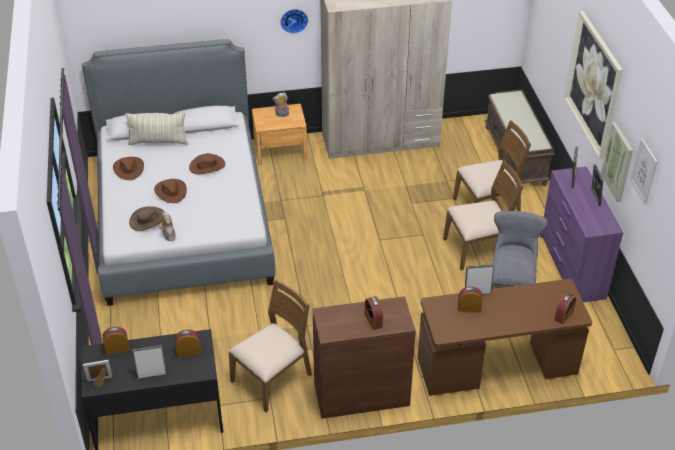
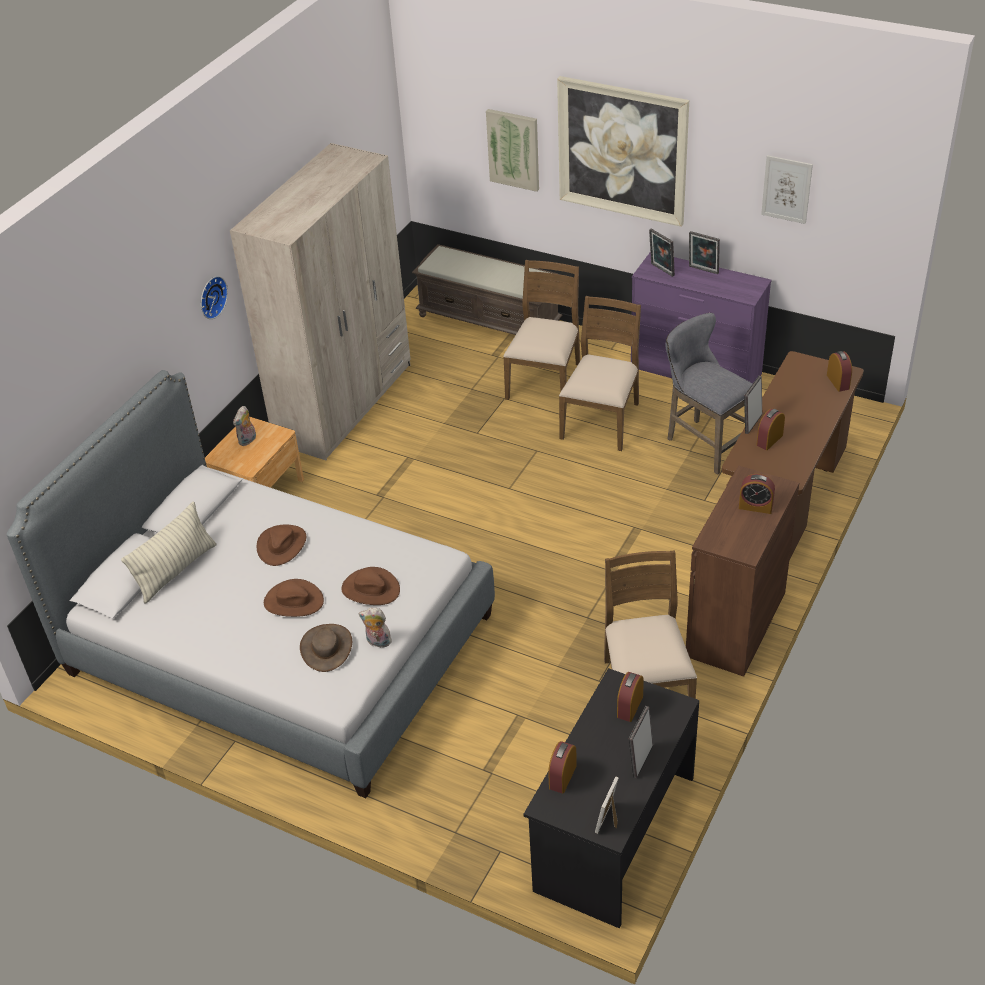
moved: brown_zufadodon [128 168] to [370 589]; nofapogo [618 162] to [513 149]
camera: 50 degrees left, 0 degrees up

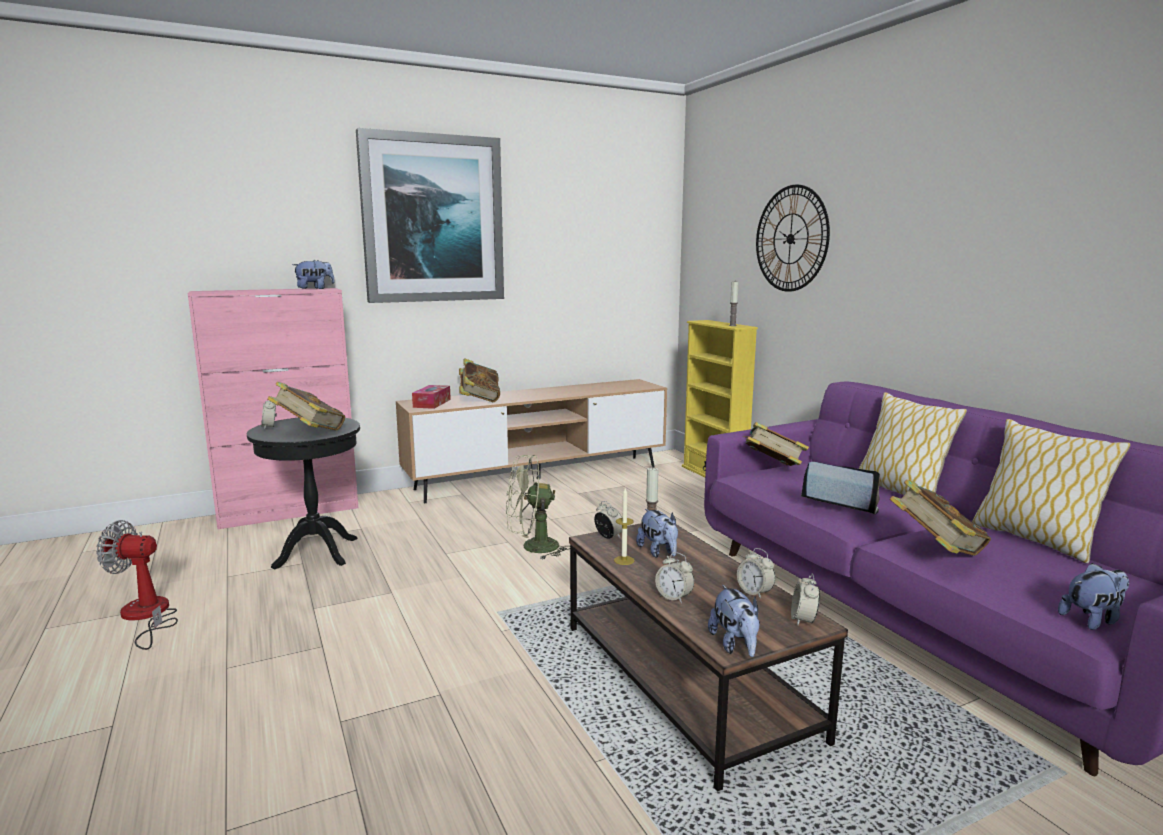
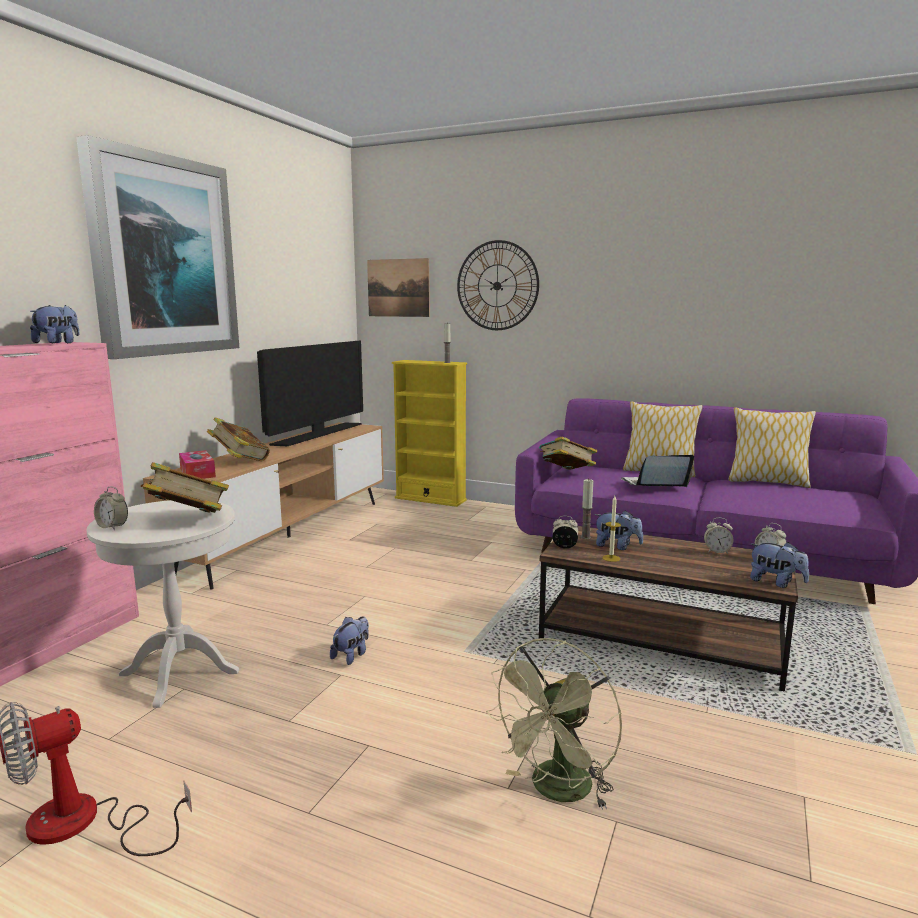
removed: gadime [674 597]; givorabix [935 550]
added: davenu [318 434]; nofapogo [398 288]
moved: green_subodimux [532 548] to [557 792]; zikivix [1093 619] to [352 655]
recoloured: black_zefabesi [316 552] to white_zefabesi [179 673]
camera: 40 degrees left, 0 degrees up

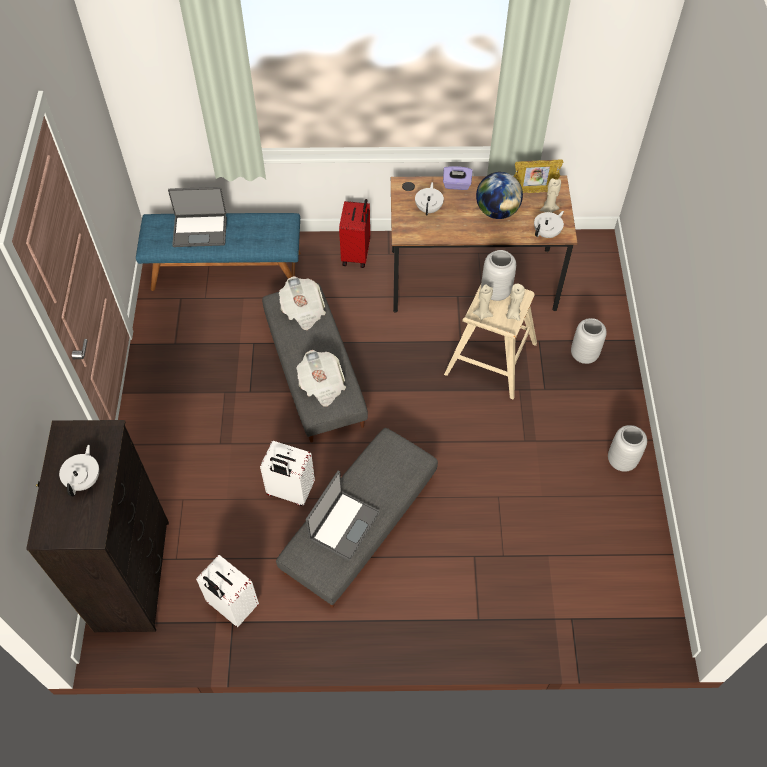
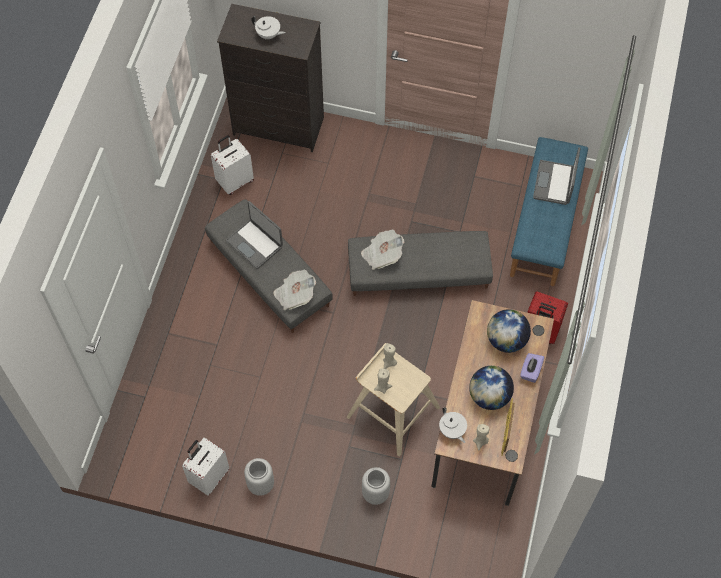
removed: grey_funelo [495 292]
moved: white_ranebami [290 491] to [209 476]; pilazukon [303 311] to [294 295]
replaced: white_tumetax [429 208] to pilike [506 340]
camera: 105 degrees right, 5 degrees up

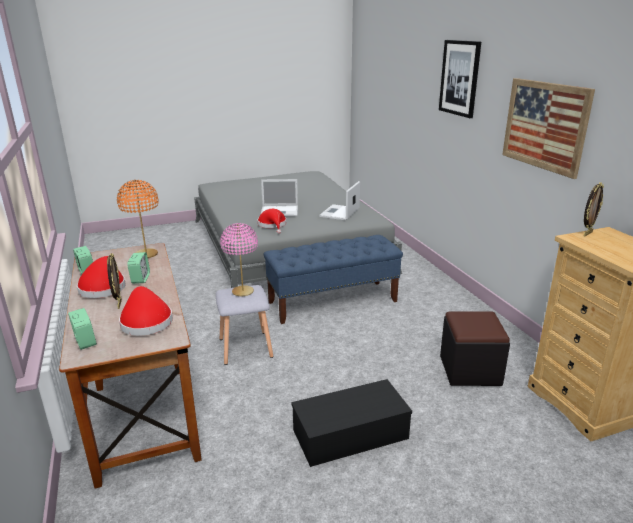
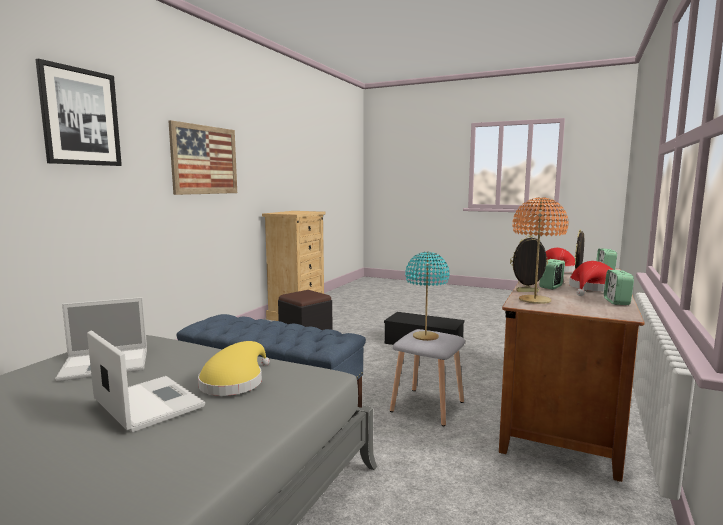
moved: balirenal [587 233] to [527 292]
recoloured: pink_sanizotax [243 292] to turquoise_sanizotax [425 337]; red_zufadodon [273 225] to yellow_zufadodon [234 382]
camera: 135 degrees left, 15 degrees down

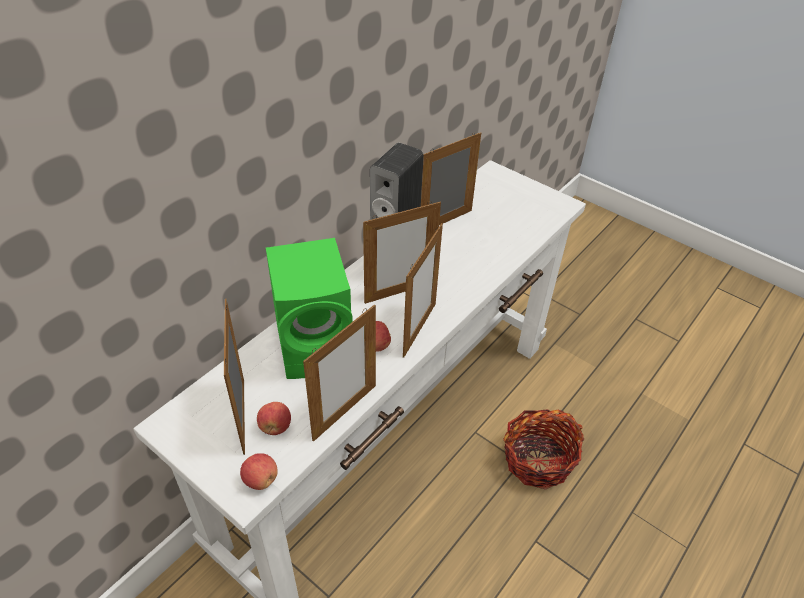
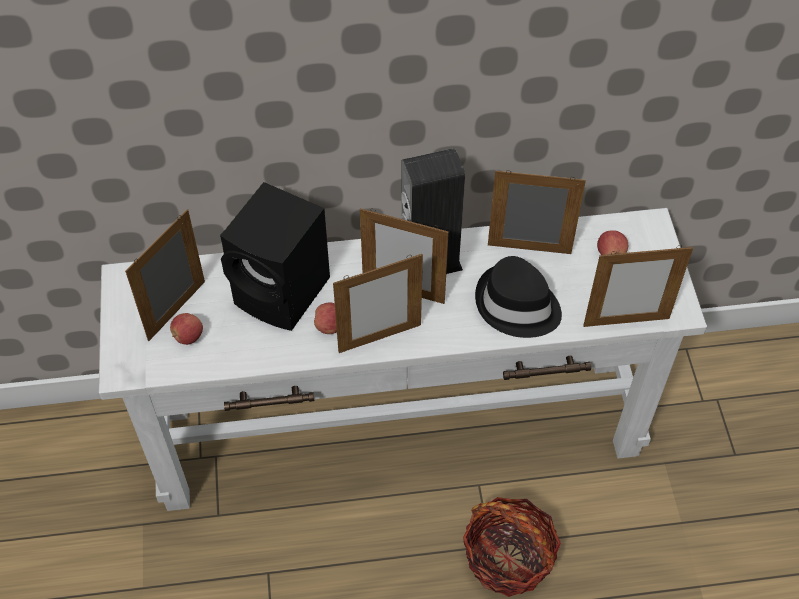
added: black_zufadodon [517 305]
moved: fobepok [260 479] to [610 253]; balirenal [345 412] to [626 322]
recoloured: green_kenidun [317 347] to black_kenidun [284 293]
camera: 45 degrees right, 10 degrees up

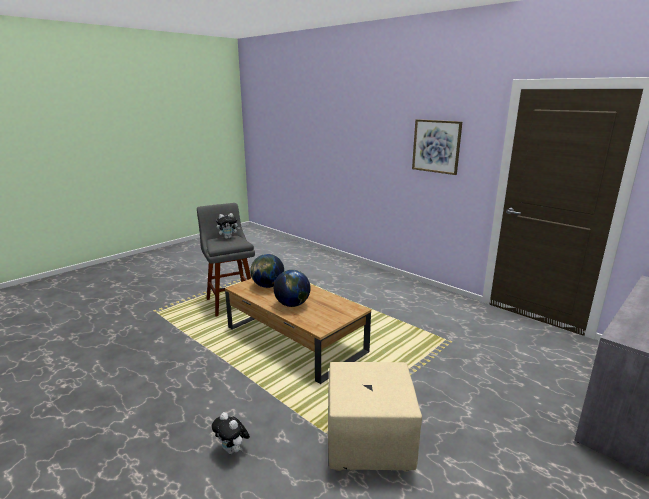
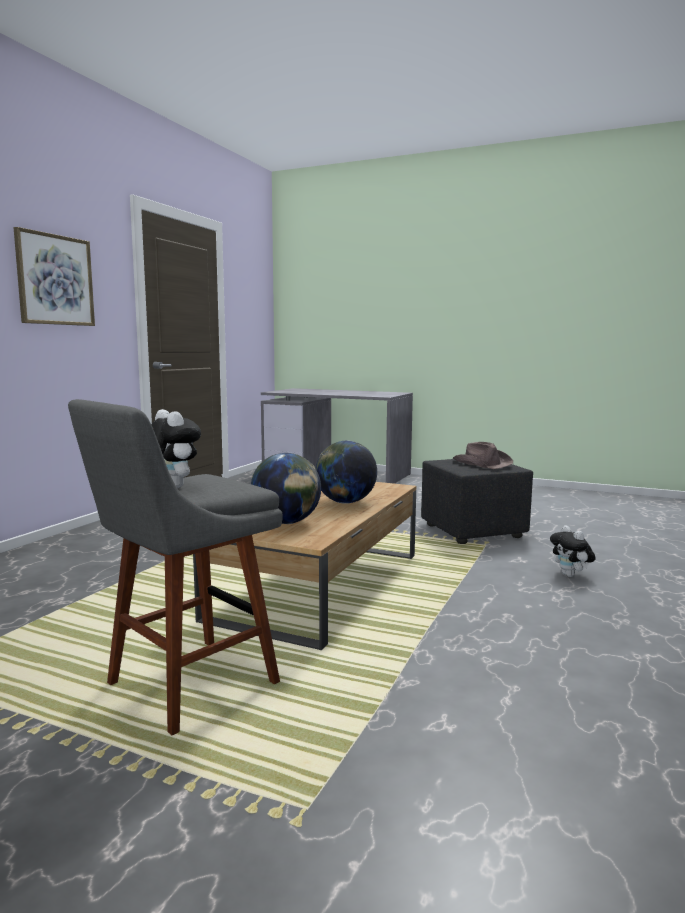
added: brown_zufadodon [482 463]
recoloured: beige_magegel [370 442] to black_magegel [471 531]
turned: zikivix [232 450] = [570 575] 135 degrees clockwise
camera: 110 degrees left, 10 degrees down

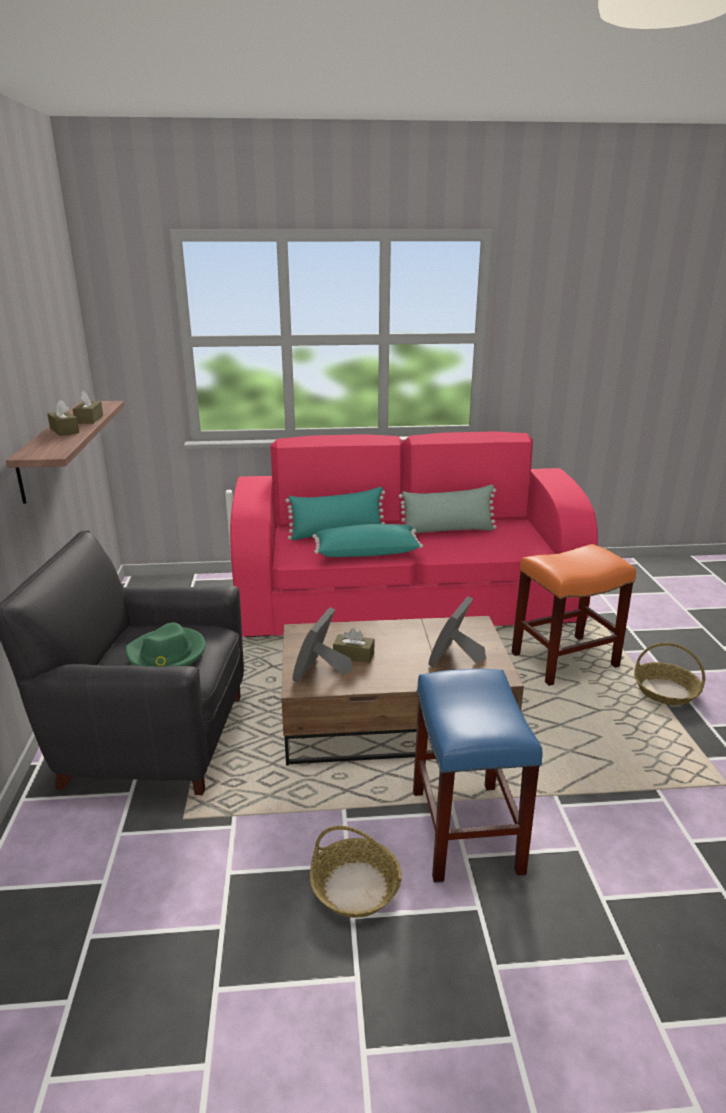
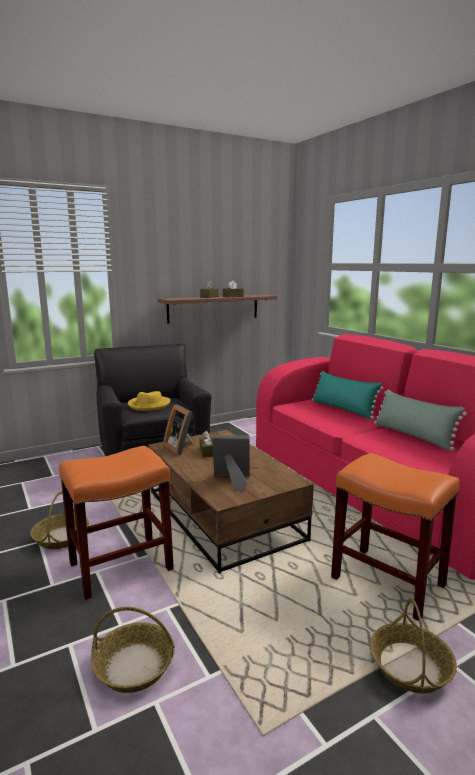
removed: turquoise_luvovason [366 552]
added: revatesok [134 666]
recoloured: green_zufadodon [166 654] to yellow_zufadodon [148 405]; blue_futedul [464 829] to orange_futedul [121 566]
turned: balirenal [321 672] = [181 447] 120 degrees counterclockwise
camera: 65 degrees right, 10 degrees down

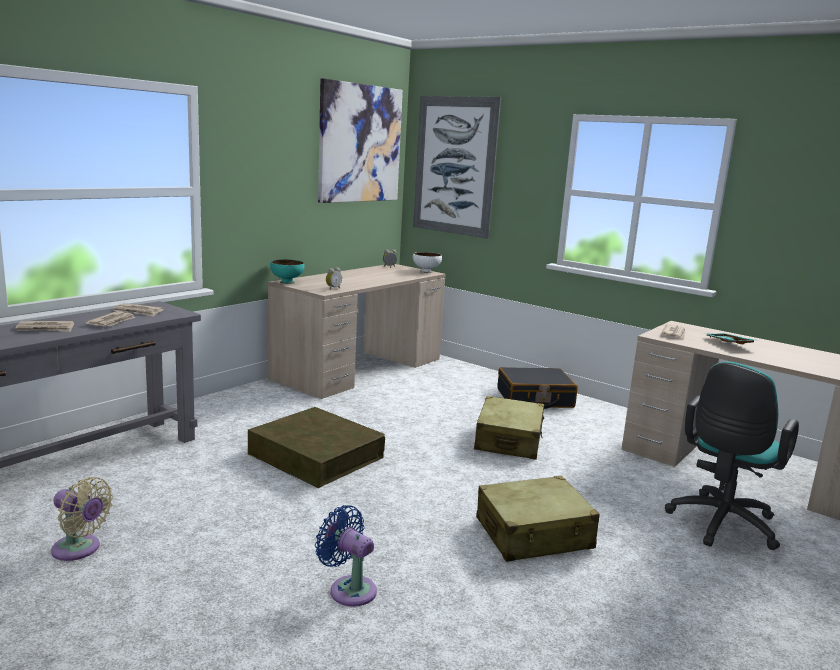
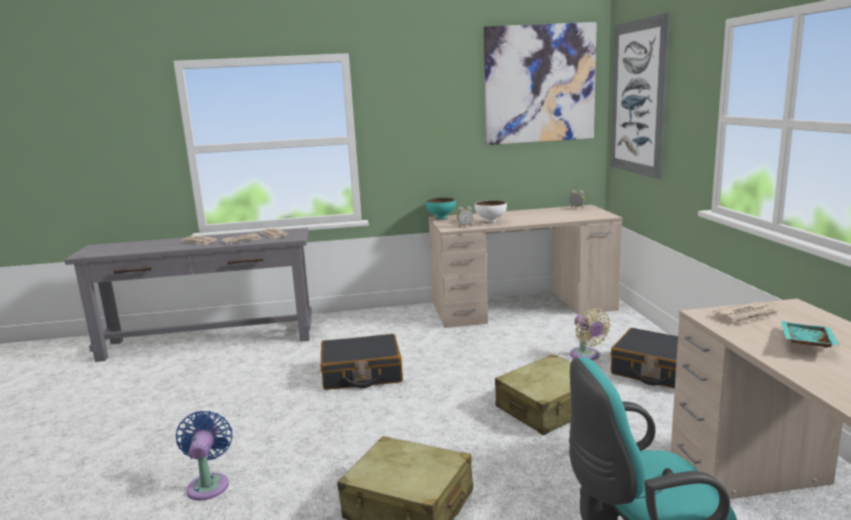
moved: beige_subodimux [79 549] to [586 356]; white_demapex [426 272] to [490 222]
replaced: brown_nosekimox [316 455] to black_ranebami [361 374]
camera: 45 degrees right, 0 degrees up

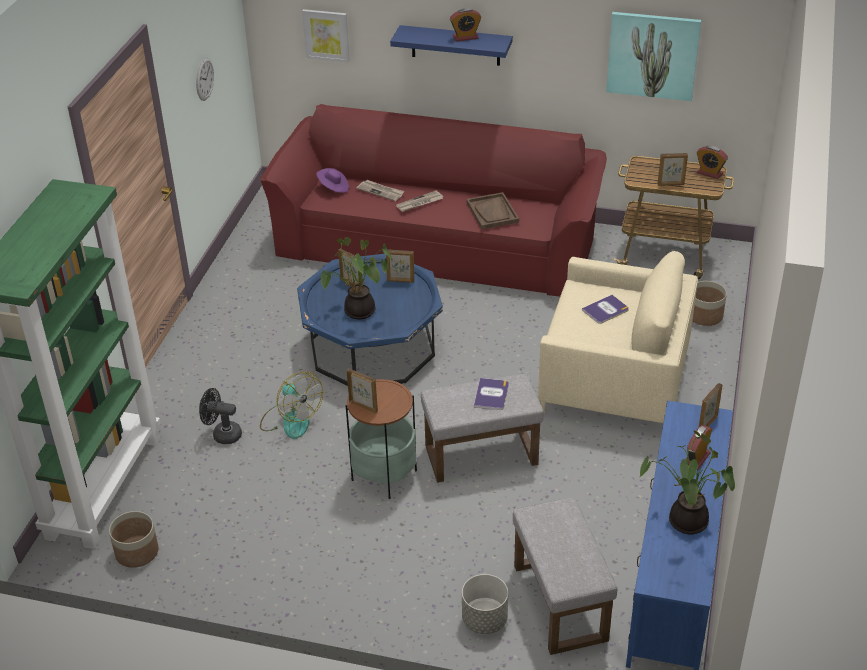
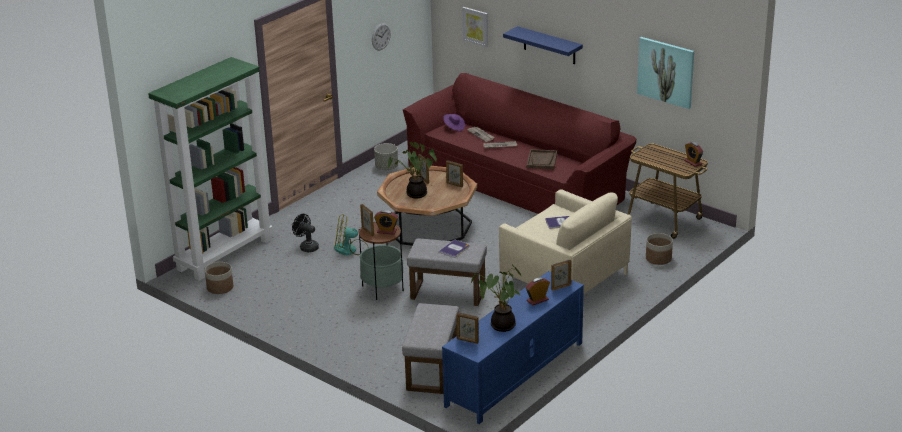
moved: gadime [465 37] to [387 231]; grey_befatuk [484 620] to [386 168]; balirenal [671 184] to [467 340]
recoloured: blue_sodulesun [372 347] to brown_sodulesun [428 226]
turned: subodimux [290 420] = [351 249] 105 degrees clockwise
camera: 25 degrees right, 10 degrees down

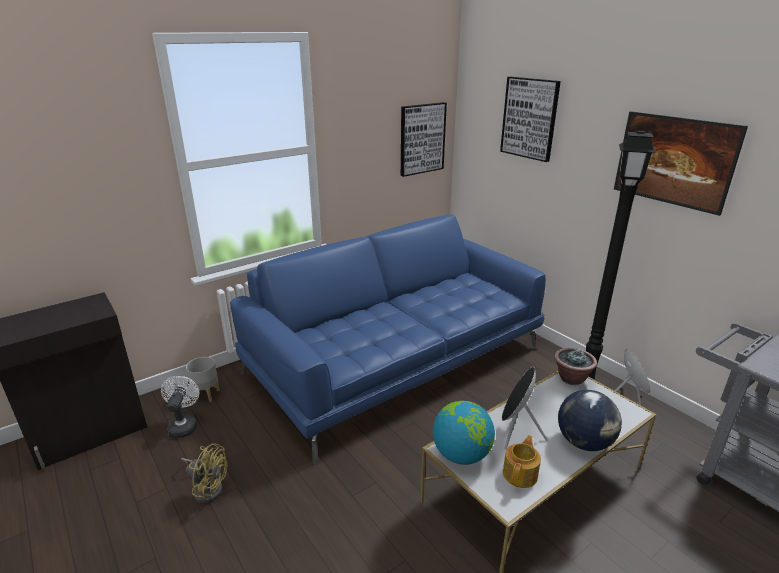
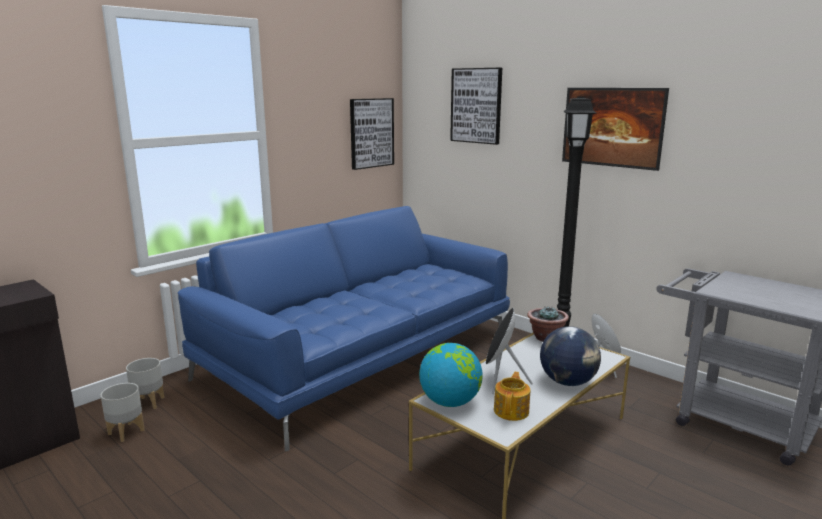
removed: yellow_subodimux [207 488]
replaced: white_subodimux [183 425] to grey_befatuk [125 432]
camera: 10 degrees left, 10 degrees down

